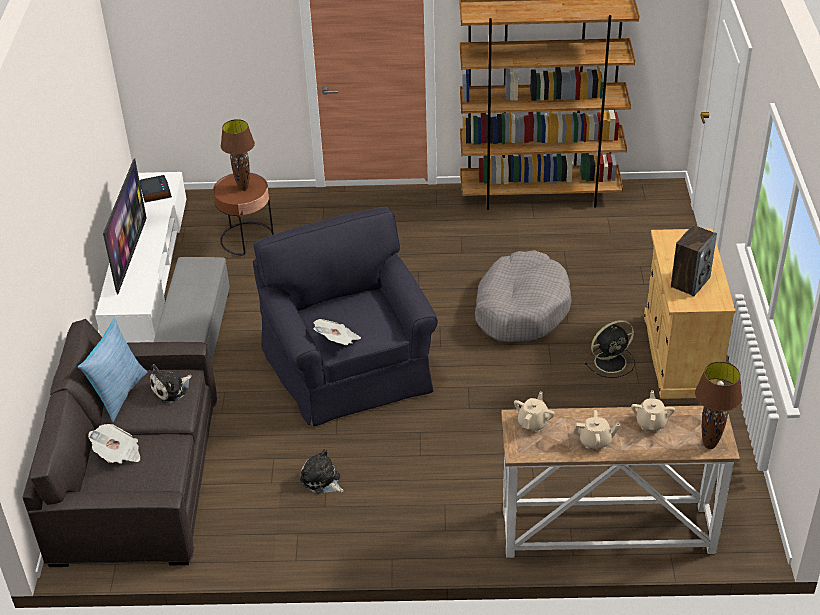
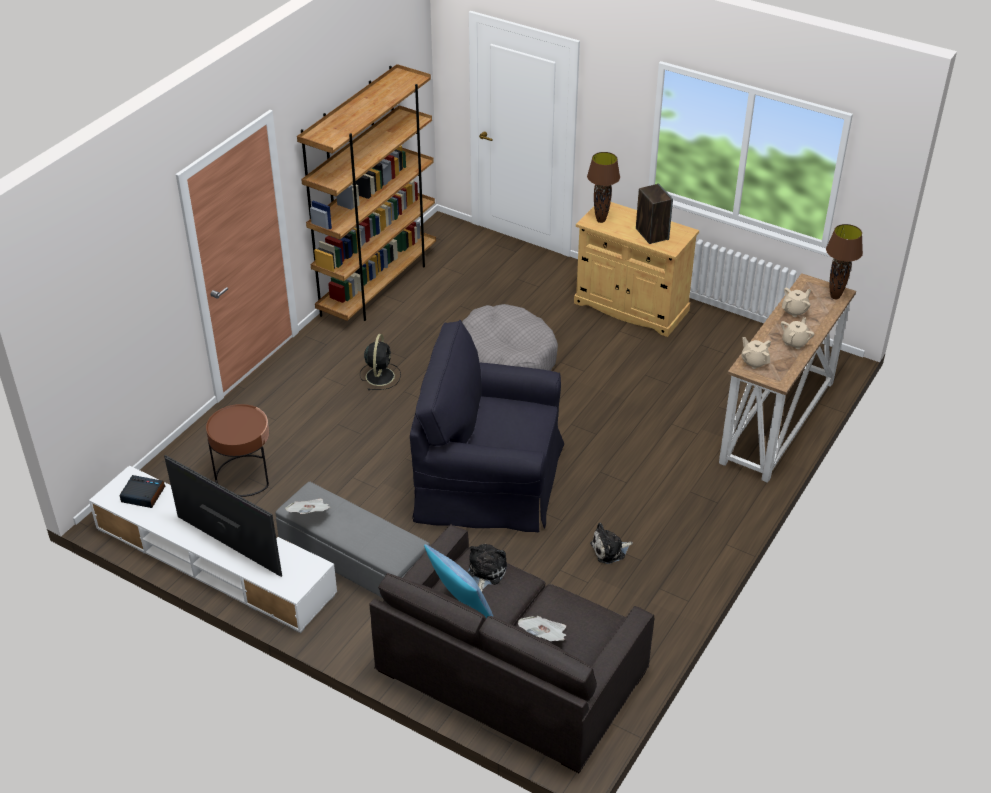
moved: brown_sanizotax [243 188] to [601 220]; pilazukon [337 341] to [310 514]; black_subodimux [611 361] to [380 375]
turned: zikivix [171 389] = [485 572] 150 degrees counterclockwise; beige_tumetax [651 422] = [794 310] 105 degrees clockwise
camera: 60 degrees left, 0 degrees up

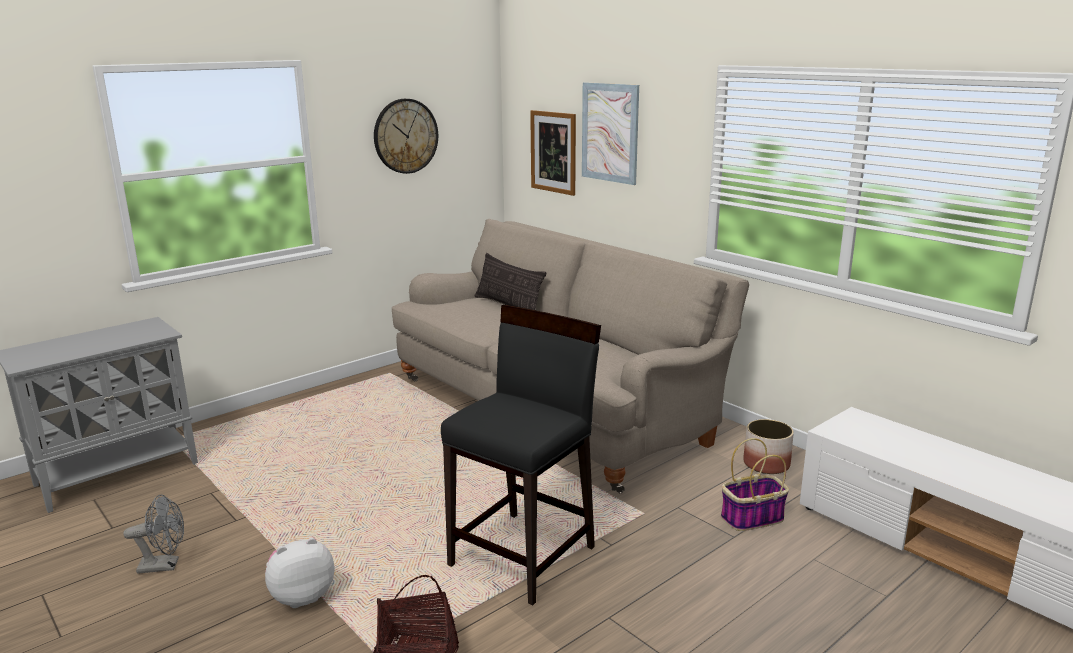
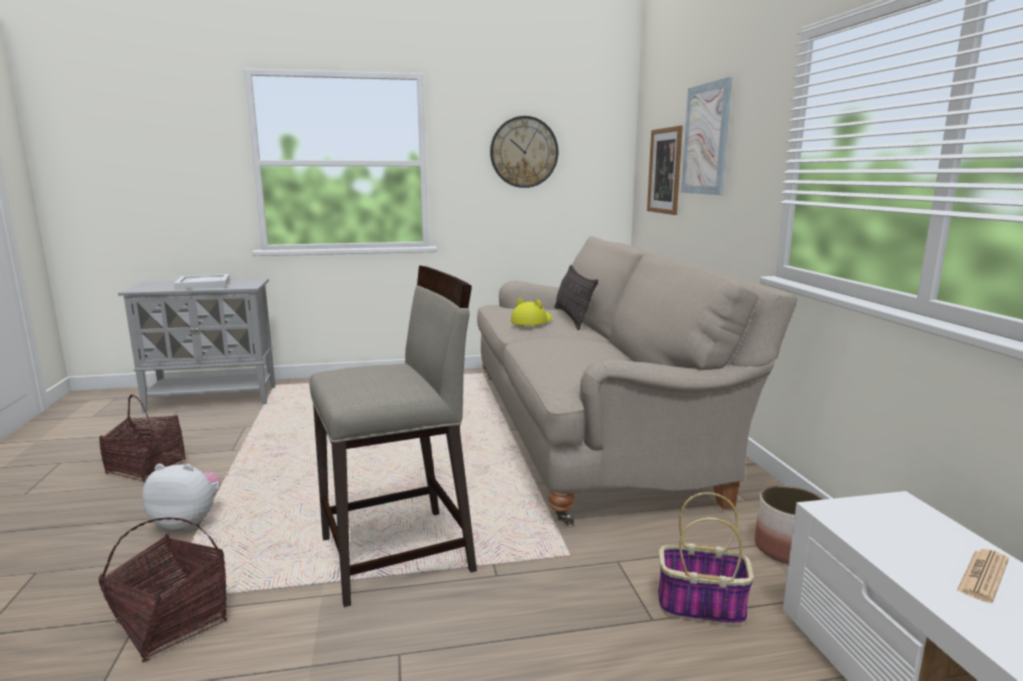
added: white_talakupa [202 285]; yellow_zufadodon [531 321]; pilazukon [983 576]
replaced: grey_subodimux [165 565] to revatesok [146 467]
recoloured: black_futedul [524 555] to beige_futedul [399 554]
camera: 30 degrees right, 5 degrees down

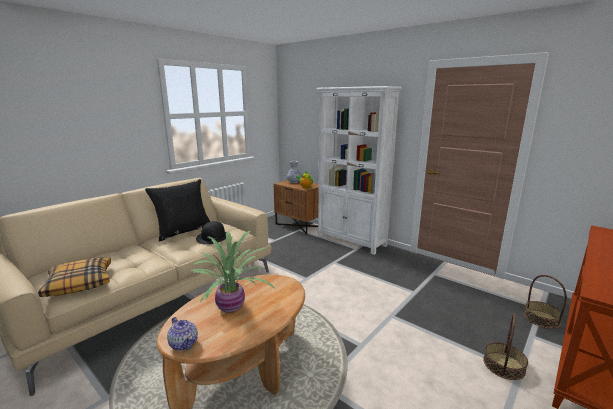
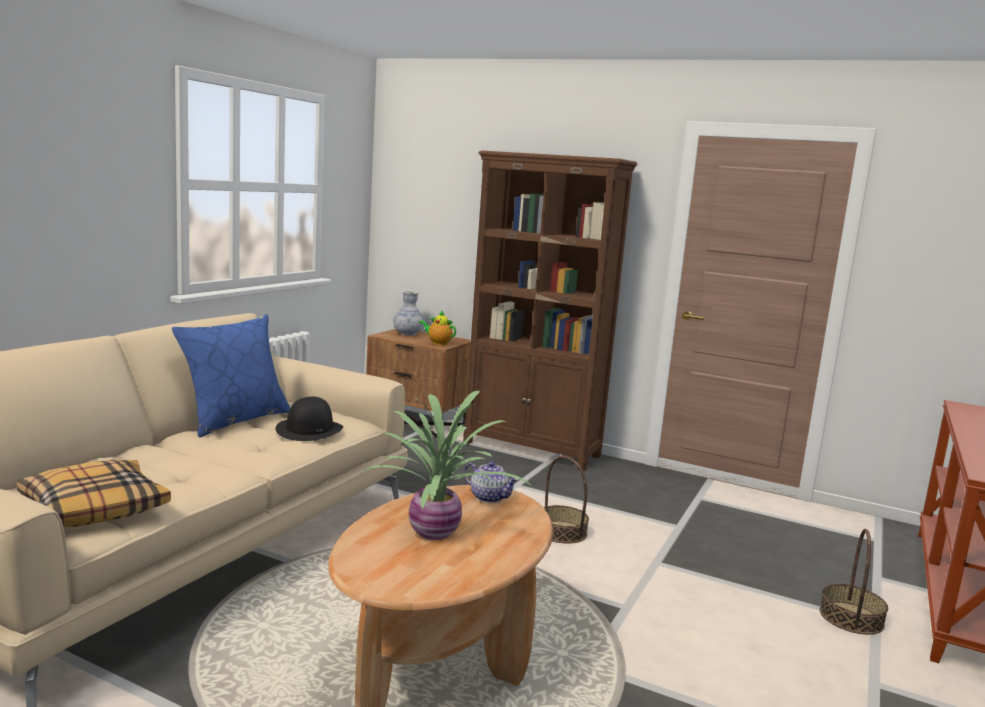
moved: tumetax [184 344] to [489 497]; revatesok [541 319] to [562 532]
recoloured: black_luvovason [183 231] to blue_luvovason [235 420]; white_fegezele [351 241] to brown_fegezele [532 449]
camera: 15 degrees left, 5 degrees down

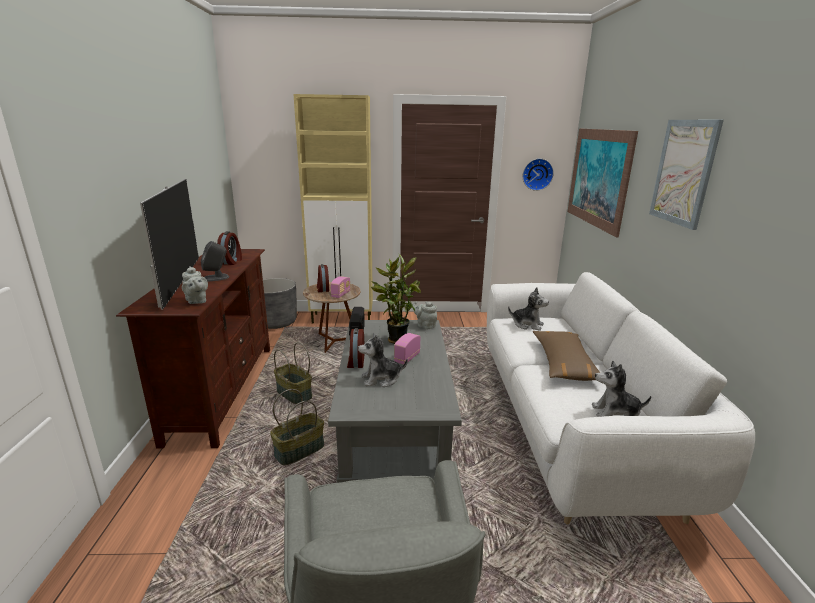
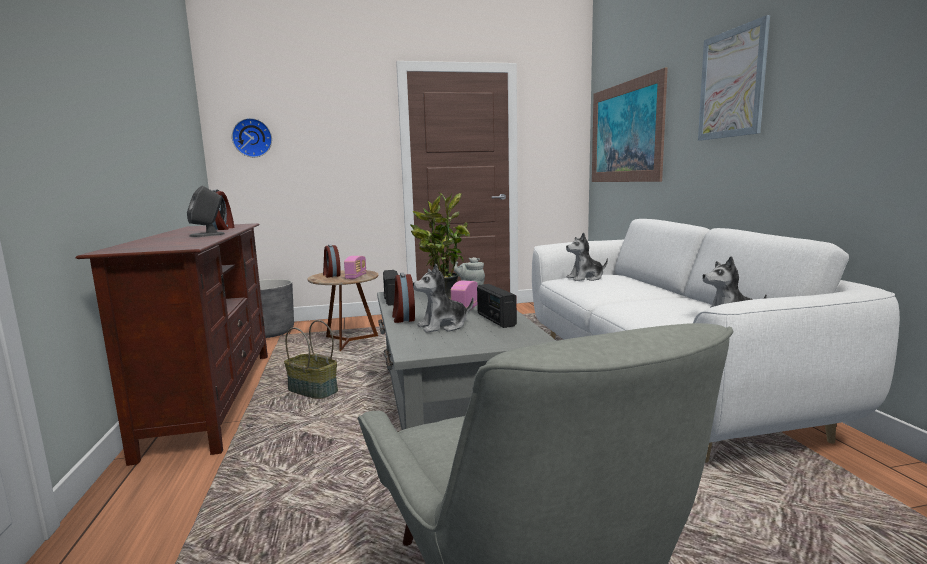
removed: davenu [181 281]; grey_tumetax [196 301]; revatesok [299 450]; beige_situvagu [343 318]; brown_luvovason [564 363]
added: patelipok [495 320]
moved: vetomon [537 174] to [252 138]
turned: zikivix [527 325] = [585 278] 150 degrees clockwise
camera: 10 degrees left, 10 degrees down

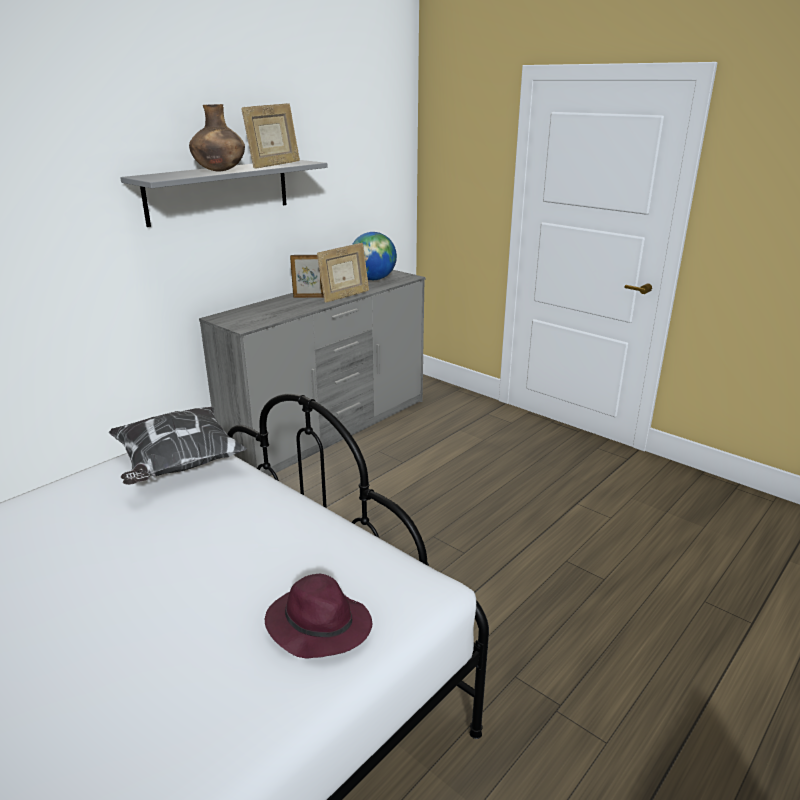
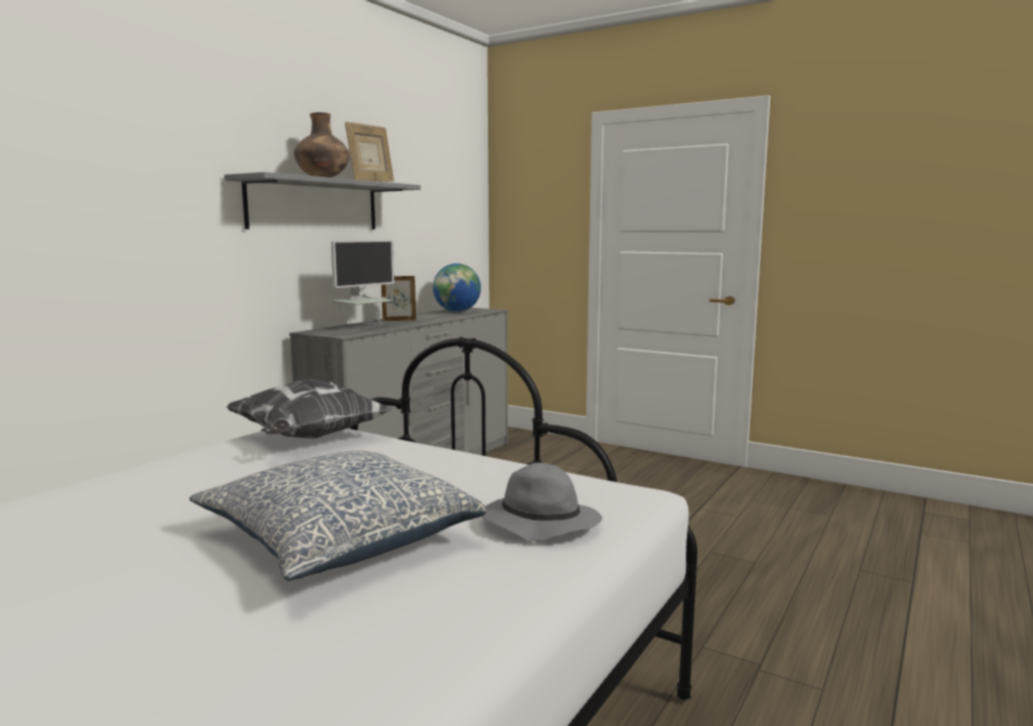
removed: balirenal [345 296]
added: luvovason [336 539]; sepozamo [363 327]
recoloured: purple_zufadodon [317 625] to grey_zufadodon [538 523]
camera: 10 degrees left, 15 degrees down

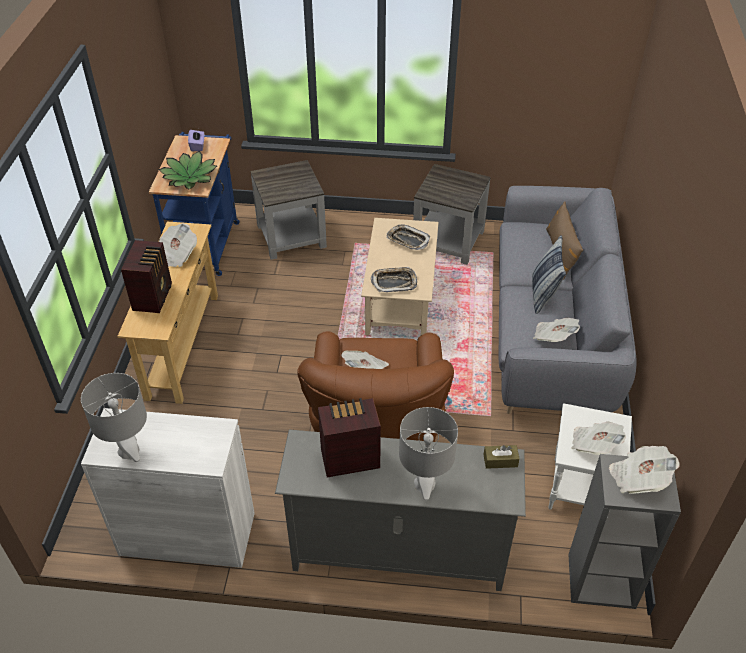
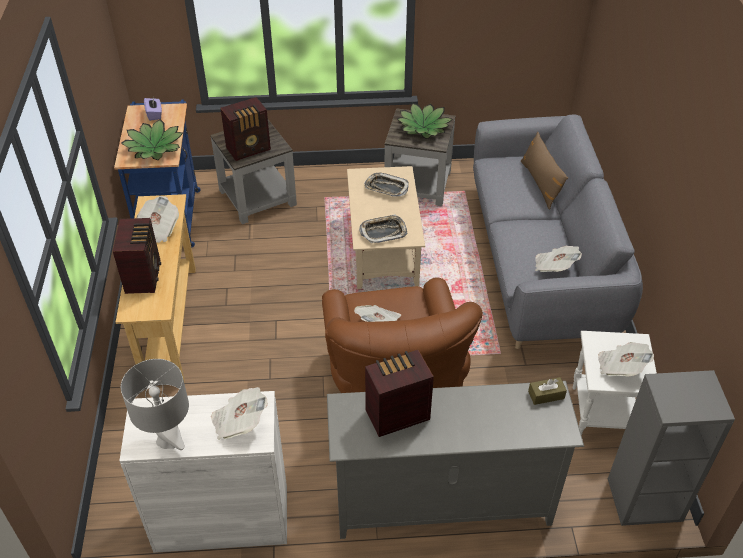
removed: grey_sanizotax [424 484]; luvovason [543 294]
added: patelipok [249 149]; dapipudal [423 127]
moved: pilazukon [638 478] to [239 422]
camera: 10 degrees left, 0 degrees up

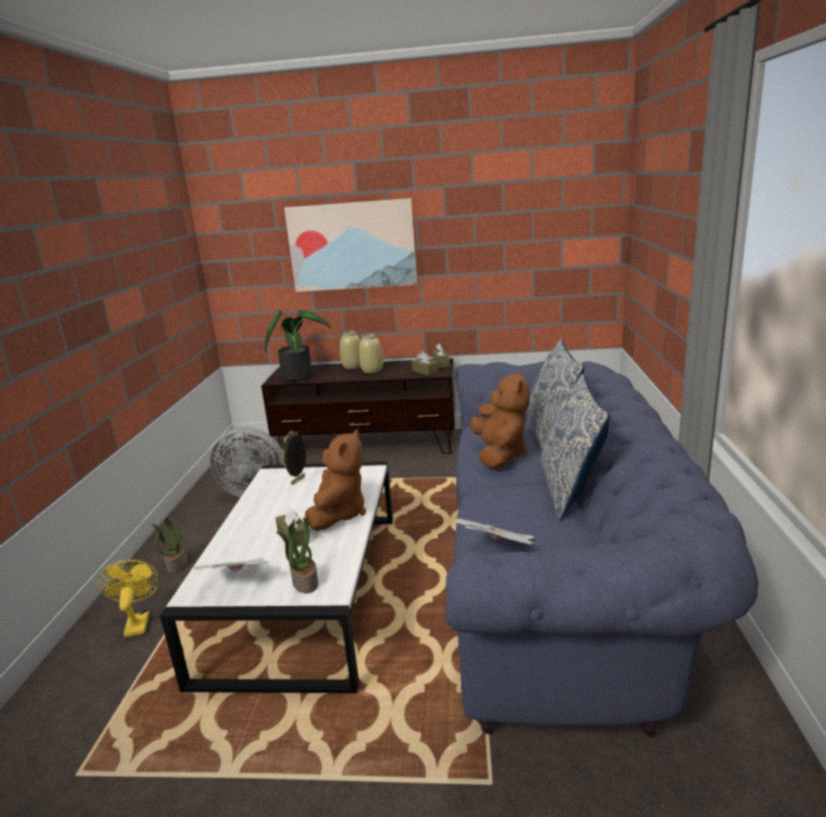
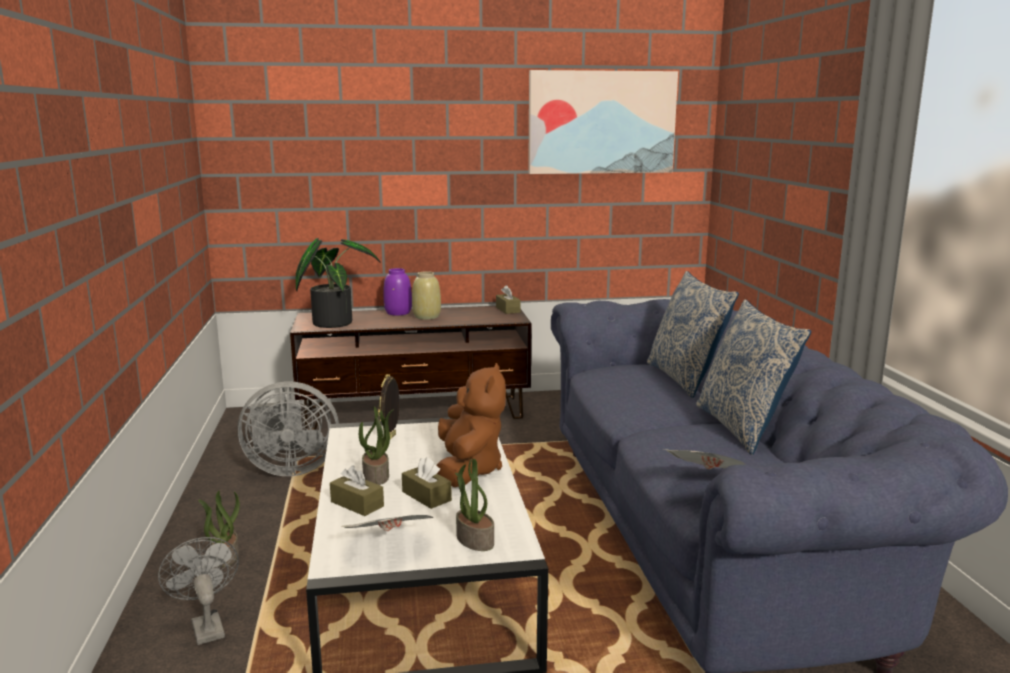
removed: brown_zikivix [500 455]
added: dapipudal [376 476]
moved: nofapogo [352 246] to [601 122]; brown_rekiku [425 371] to [357 504]
recoloured: yellow_subodimux [137 622] to grey_subodimux [206 626]; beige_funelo [353 366] to purple_funelo [398 313]
camera: 15 degrees left, 5 degrees down

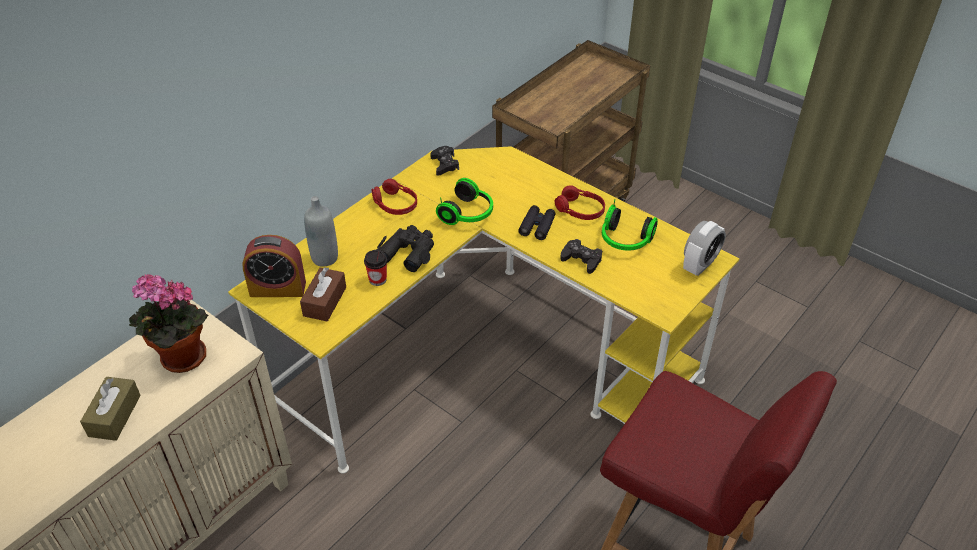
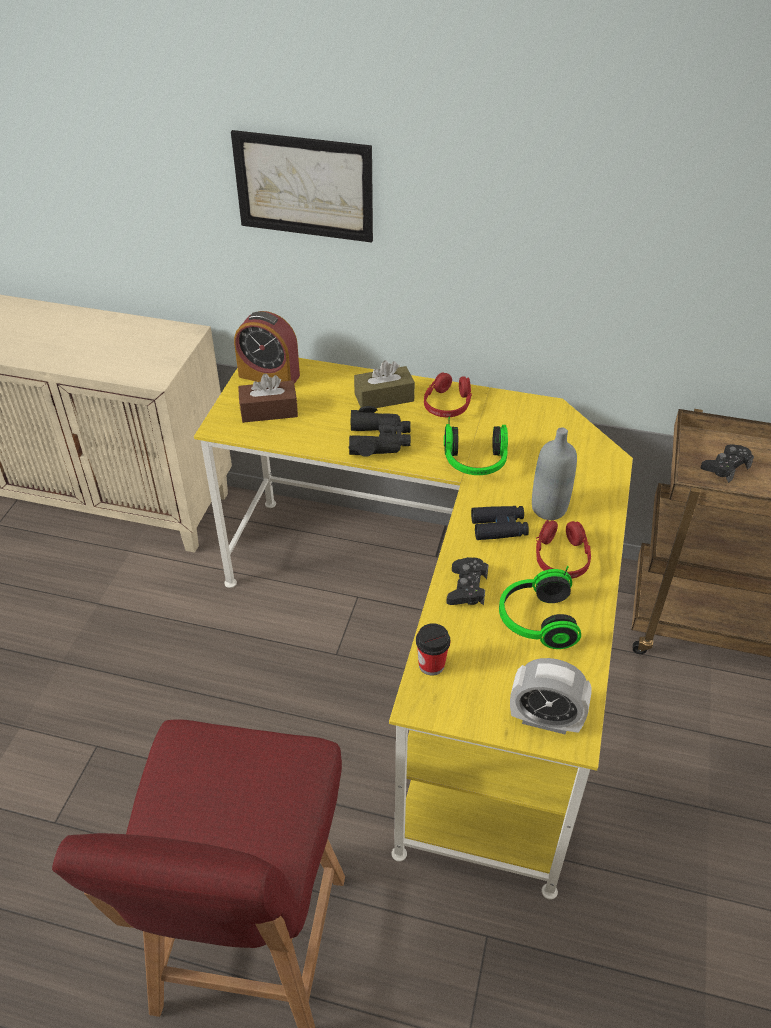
removed: dapipudal [180 360]
added: nofapogo [304 186]
moved: brown_rekiku [114 415] to [384 397]; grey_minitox [325 258] to [549 509]; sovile [377 279] to [431 664]; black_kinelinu [444 164] to [726 467]
turned: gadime [278 288] = [269 376] 45 degrees counterclockwise
camera: 65 degrees right, 0 degrees up

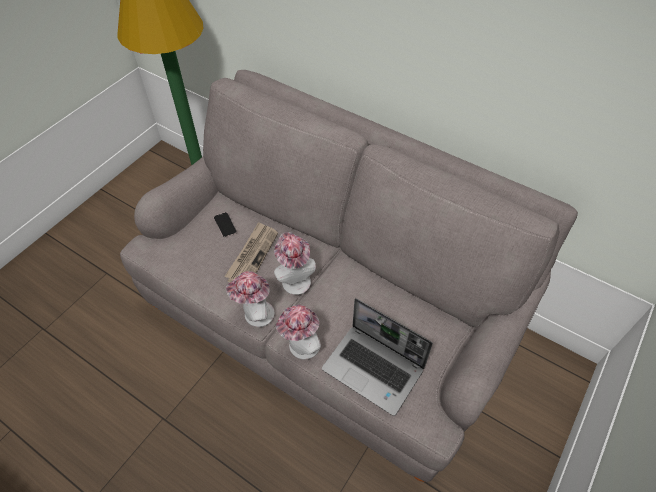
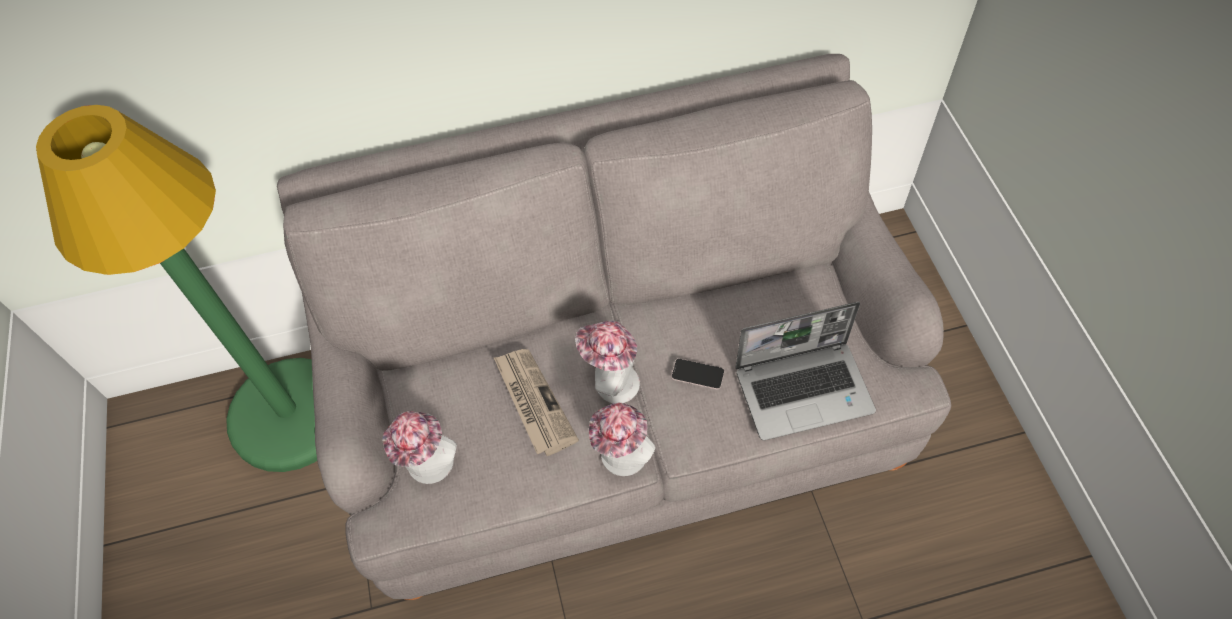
moved: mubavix [225 225] to [697 374]; zufadodon [301 347] to [429 468]
camera: 45 degrees left, 5 degrees up

